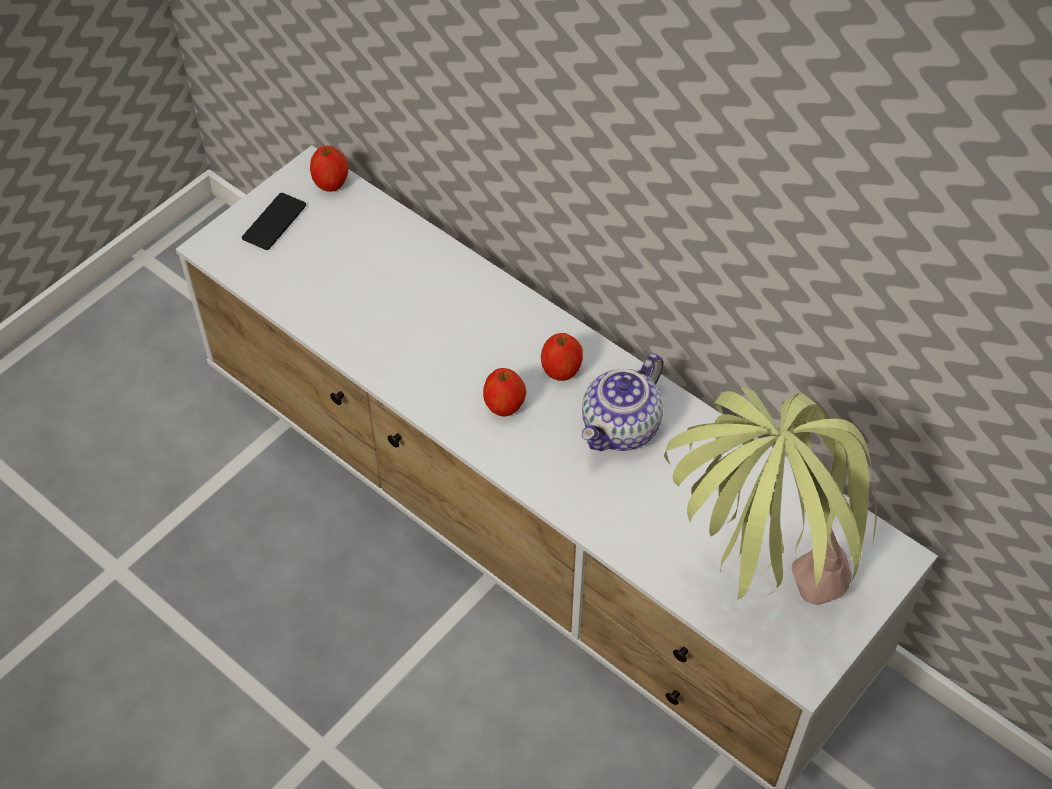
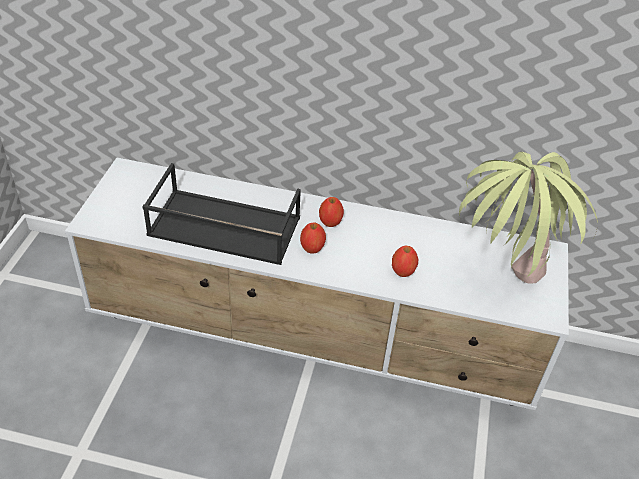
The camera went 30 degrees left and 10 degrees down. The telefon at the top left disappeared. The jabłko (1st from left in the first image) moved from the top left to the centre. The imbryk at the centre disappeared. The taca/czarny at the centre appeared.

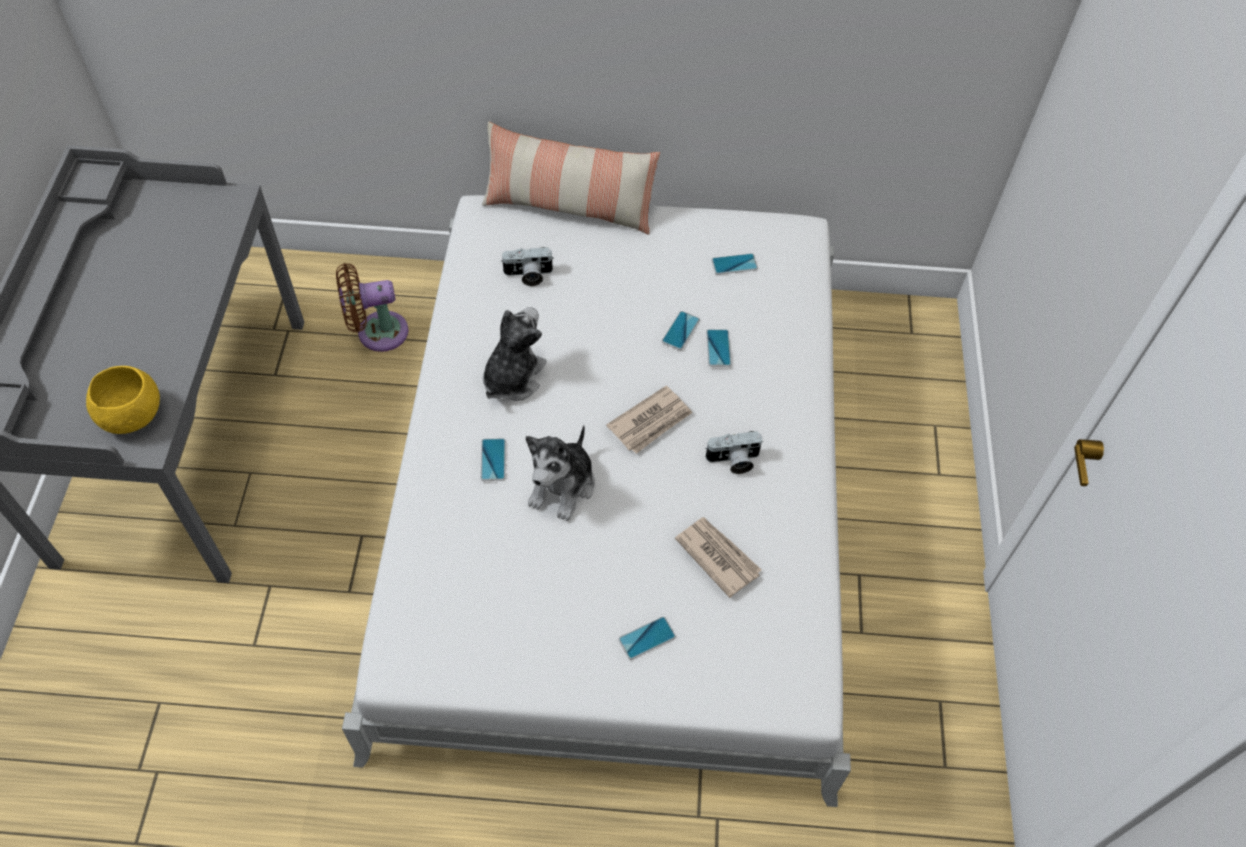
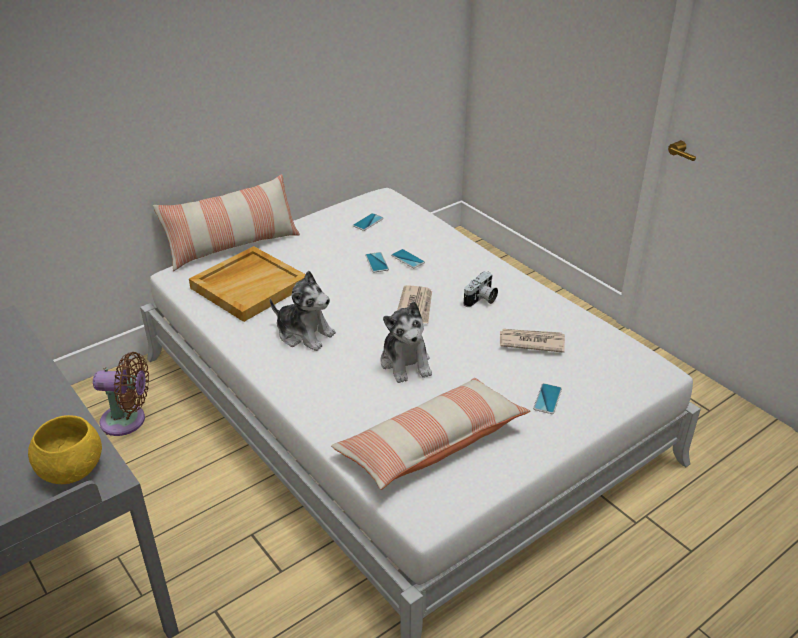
The camera went 40 degrees left and 20 degrees down. The wentylator/brązowy at the middle left turned 120 degrees counterclockwise. The telefon (1st from left) at the centre disappeared. The pluszak (1st from left) at the centre turned 135 degrees clockwise. The aparat fotograficzny (1st from left) at the top centre was replaced by the taca/beżowy at the middle left. The poduszka (2nd from left) at the bottom centre appeared.

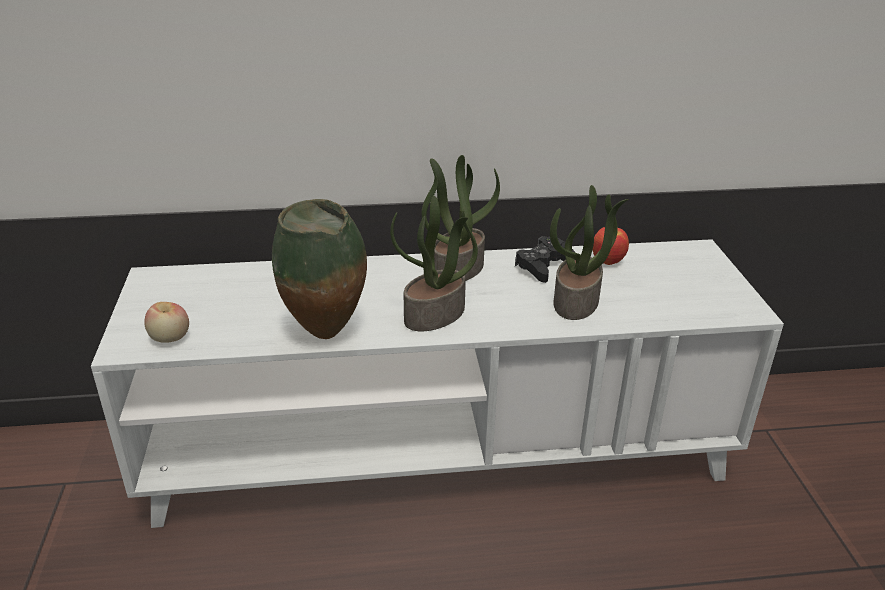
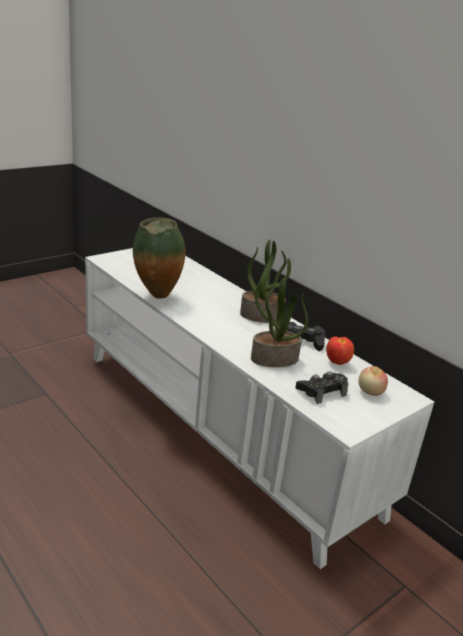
The camera went 55 degrees right and 5 degrees down. The jabłko (1st from left in the first image) moved from the middle left to the middle right. The roślina doniczkowa (1st from left) at the centre disappeared. The pad do gier/czarny (2nd from left) at the middle right appeared.

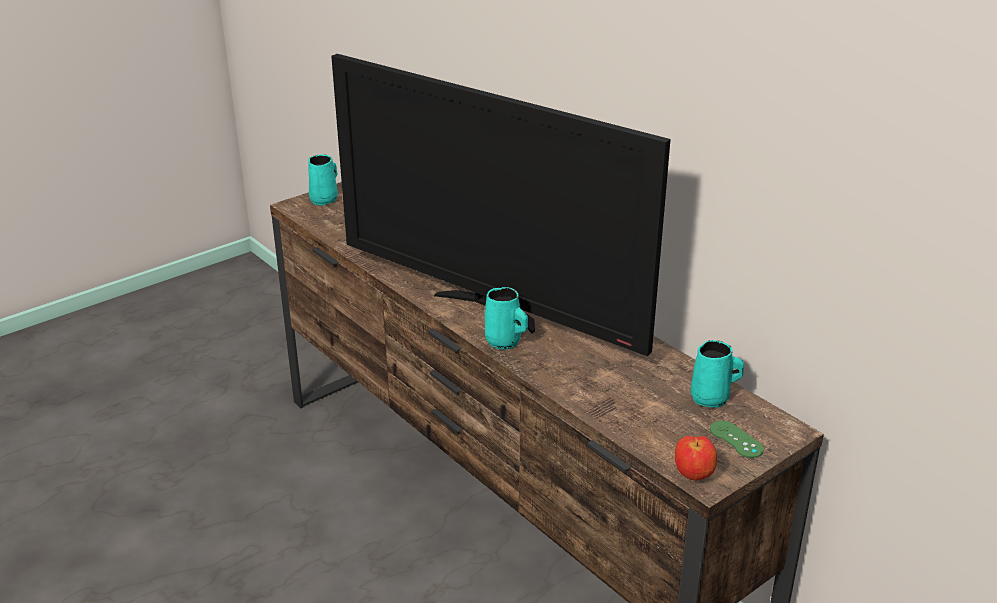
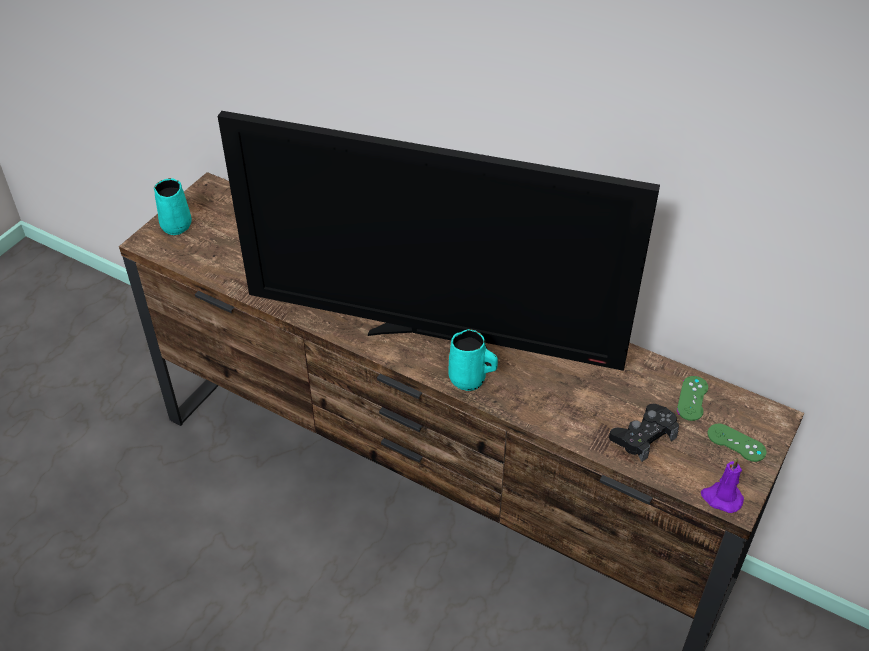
The camera went 20 degrees left and 15 degrees up. The jabłko at the bottom right was replaced by the świeca/fioletowy at the bottom right. The kubek/turkusowy (3rd from left) at the middle right was replaced by the pad do gier/zielony (1st from left) at the middle right. The pad do gier/czarny at the middle right appeared.

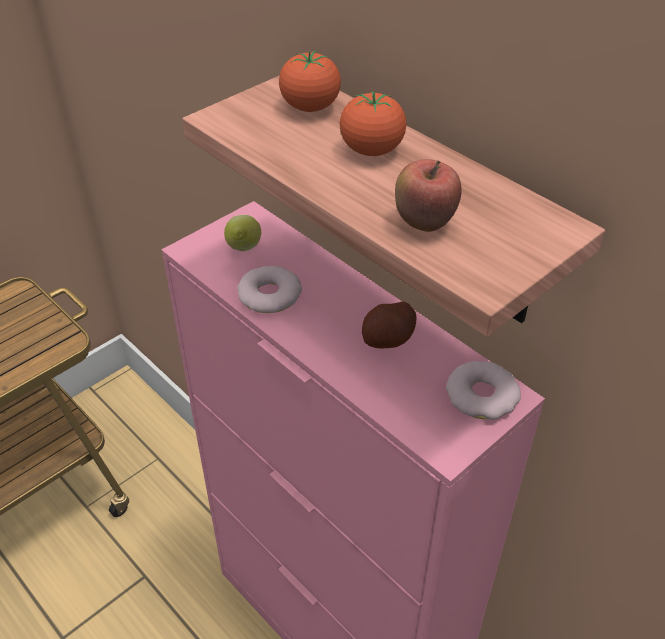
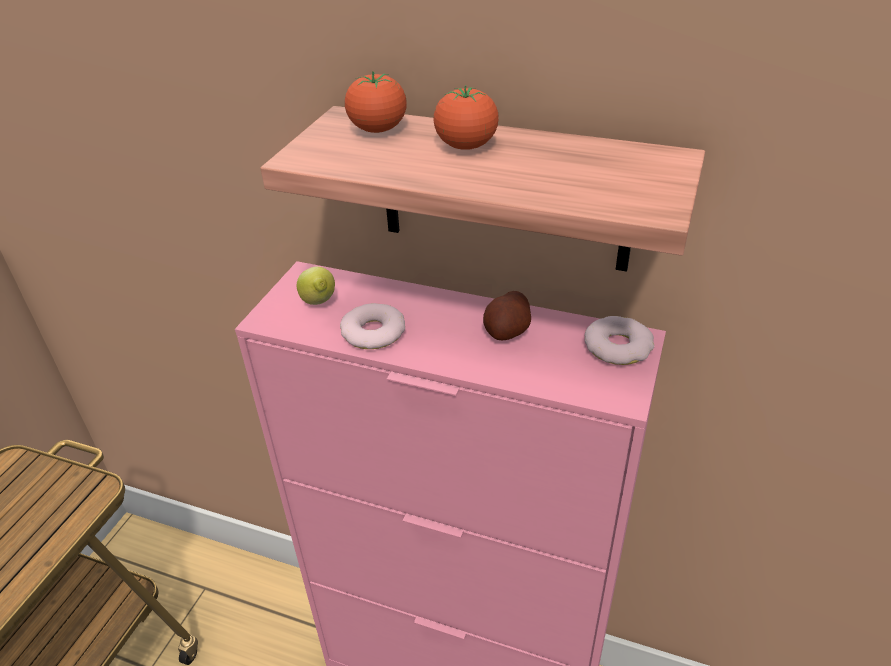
The camera went 25 degrees left and 5 degrees down. The jabłko at the top centre disappeared.

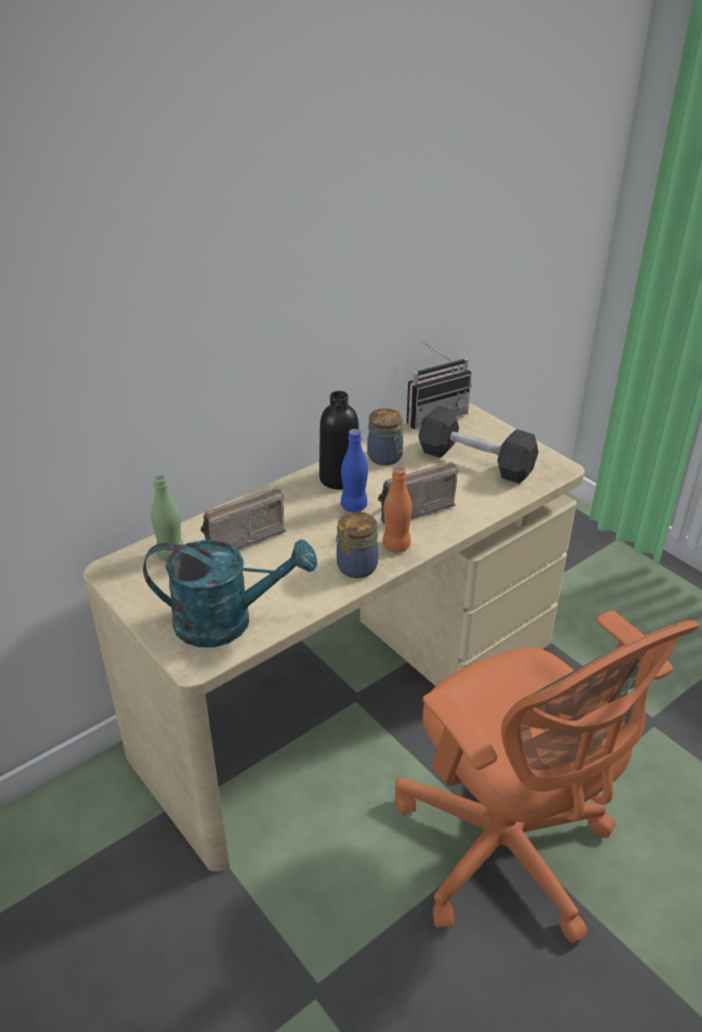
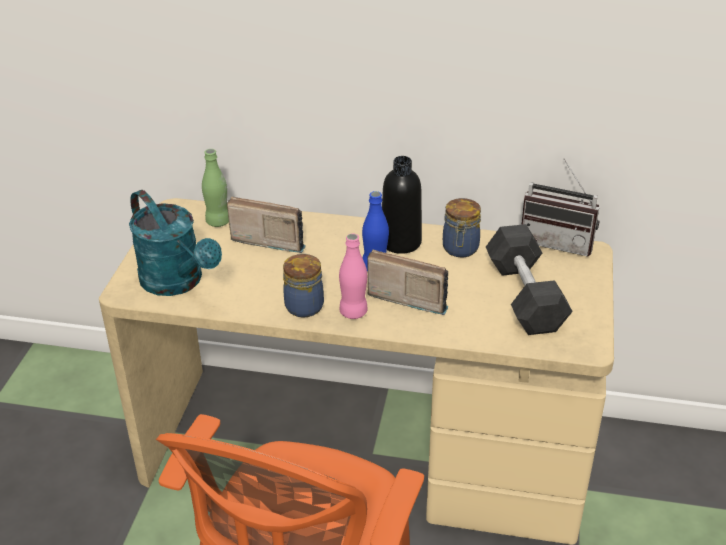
The camera went 50 degrees right and 0 degrees up. The butelka/pomarańczowy at the centre became the butelka/różowy at the centre.

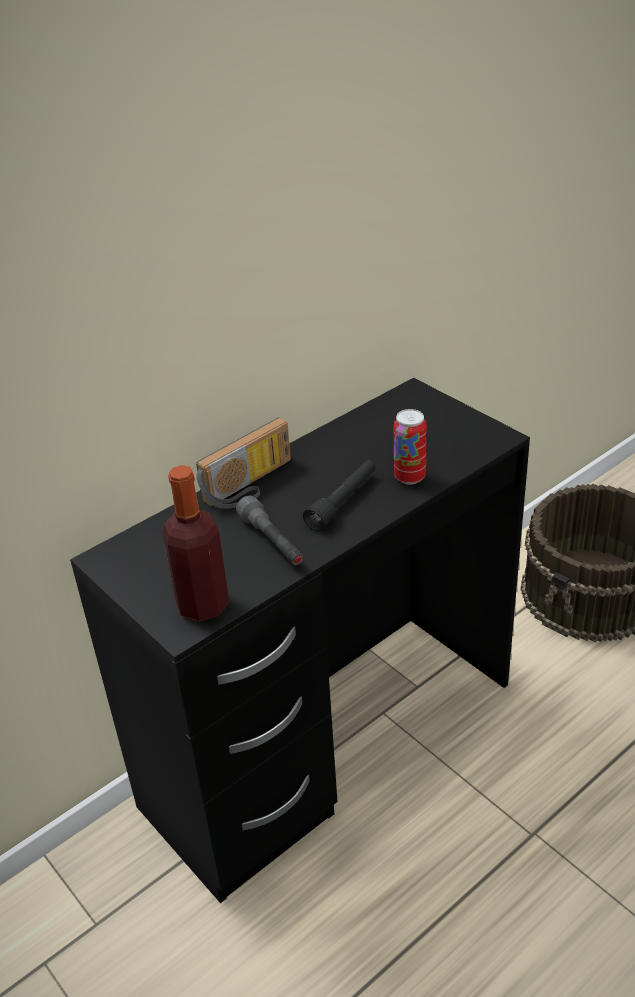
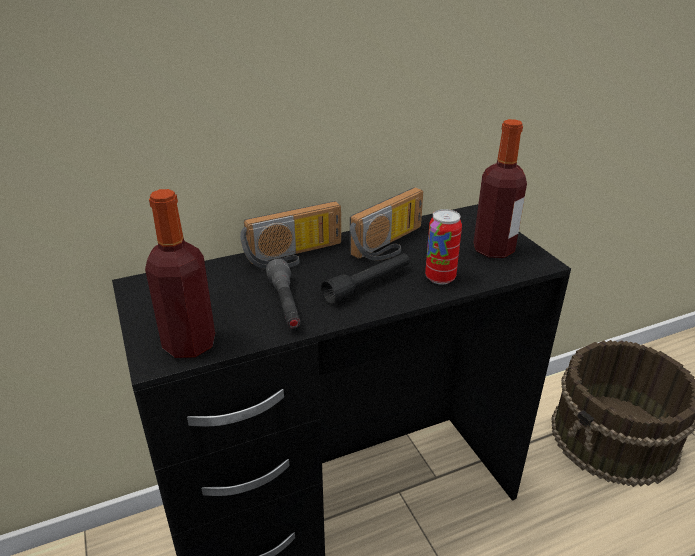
The camera went 15 degrees right and 5 degrees down. The radio (2nd from left) at the centre appeared. The butelka (2nd from left) at the middle right appeared.

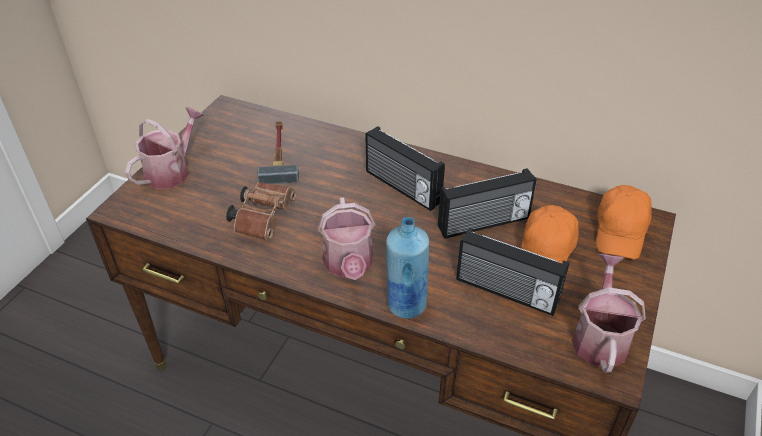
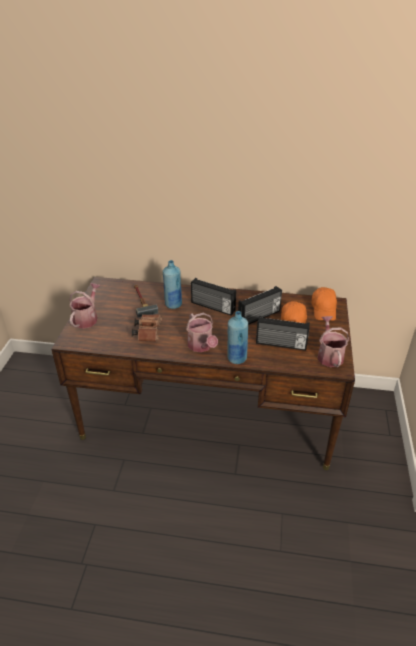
The camera went 15 degrees left and 5 degrees down. The butelka/niebieski (1st from left) at the centre appeared.

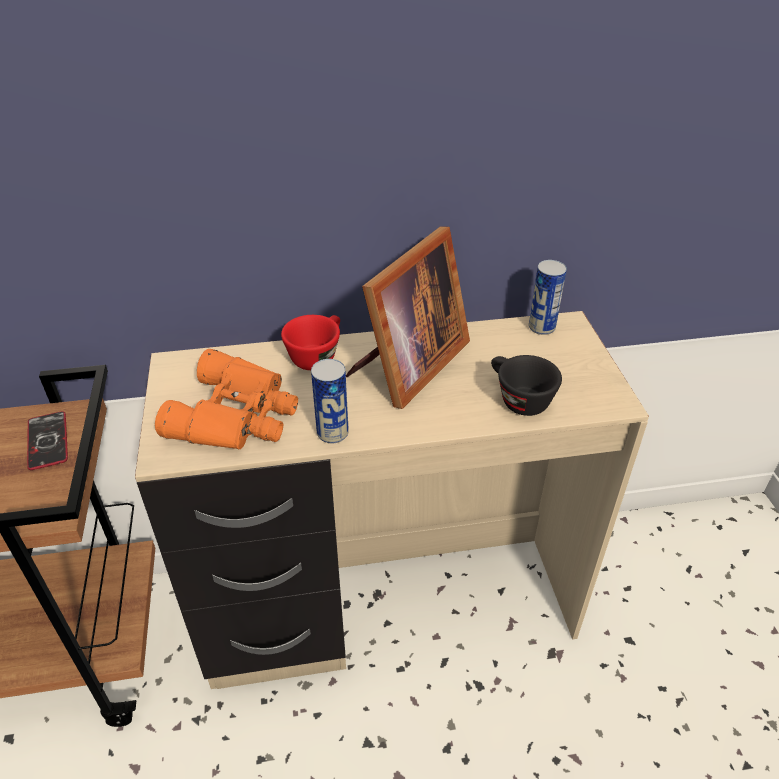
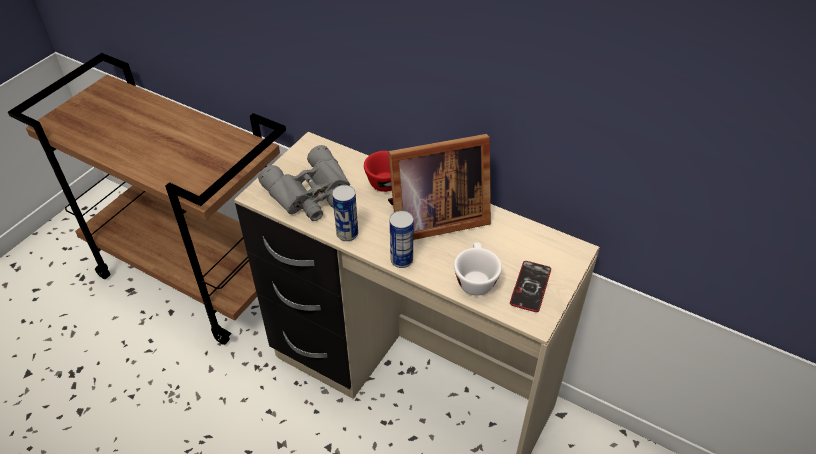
The camera went 40 degrees right and 5 degrees up. The telefon moved from the middle left to the centre. The lornetka/pomarańczowy at the middle left became the lornetka/szary at the centre. The filiżanka/czarny at the middle right became the filiżanka/biały at the centre. The puszka (2nd from left) moved from the middle right to the centre.

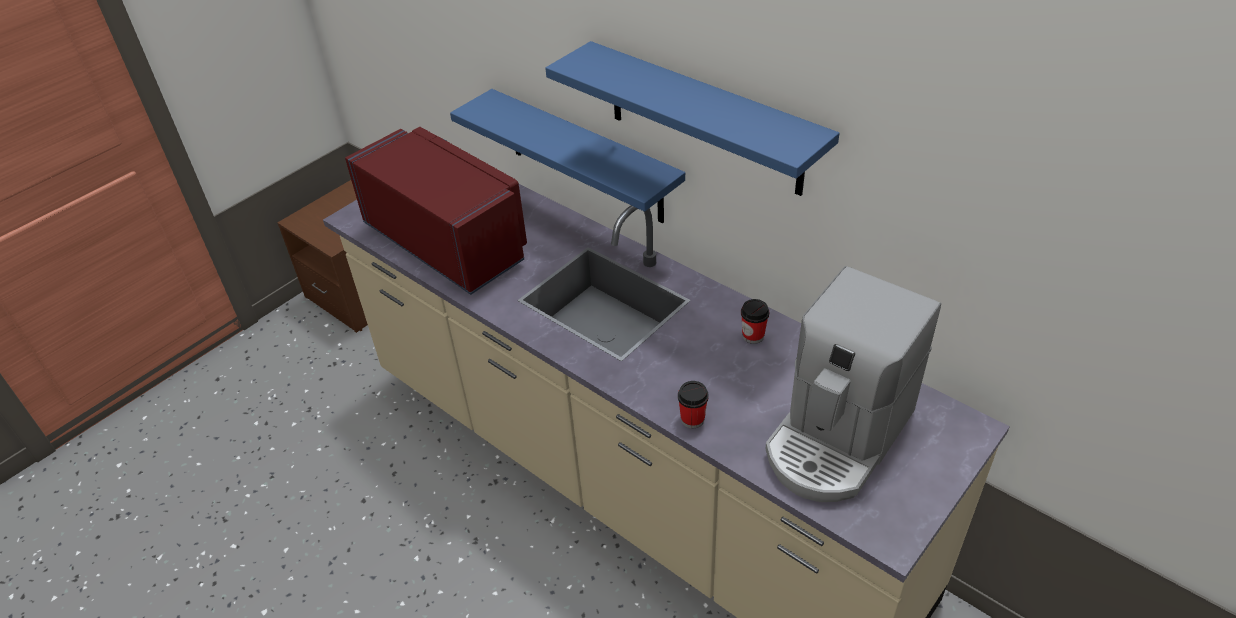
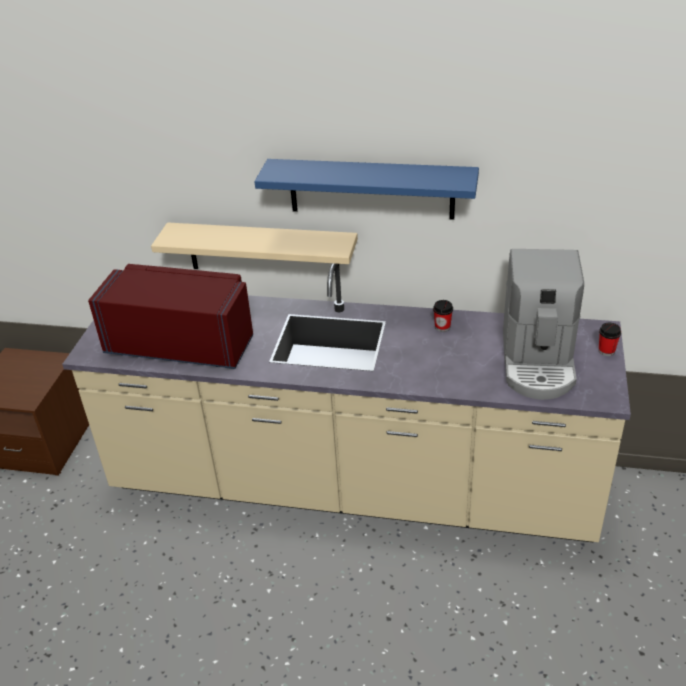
The camera went 30 degrees left and 5 degrees down. The półka/niebieski (1st from left) at the top centre became the półka/beżowy at the centre. The filiżanka (1st from left in the first image) moved from the centre to the middle right.

